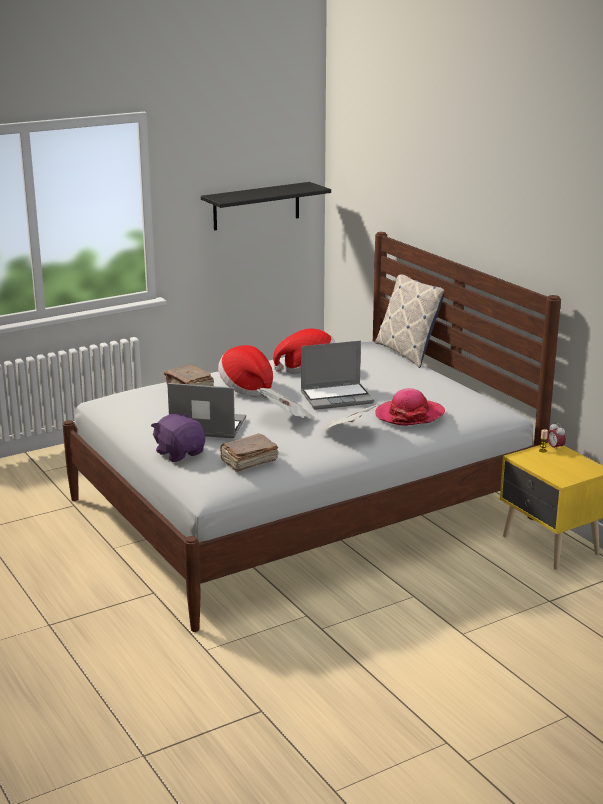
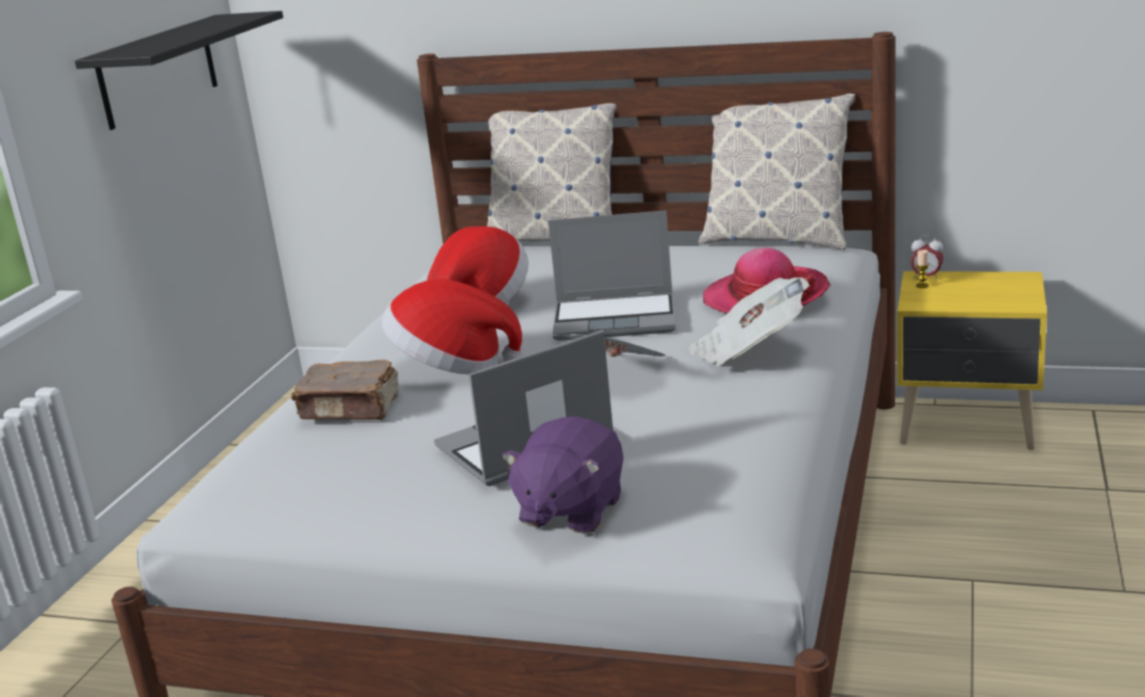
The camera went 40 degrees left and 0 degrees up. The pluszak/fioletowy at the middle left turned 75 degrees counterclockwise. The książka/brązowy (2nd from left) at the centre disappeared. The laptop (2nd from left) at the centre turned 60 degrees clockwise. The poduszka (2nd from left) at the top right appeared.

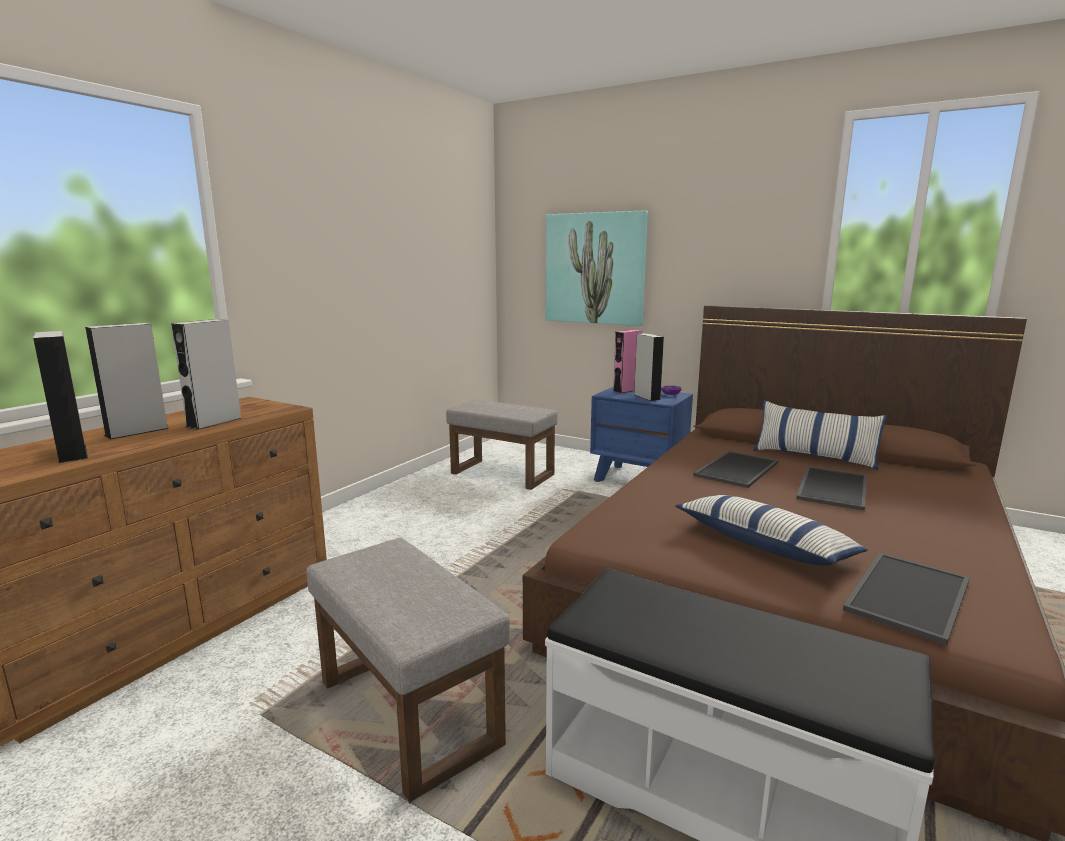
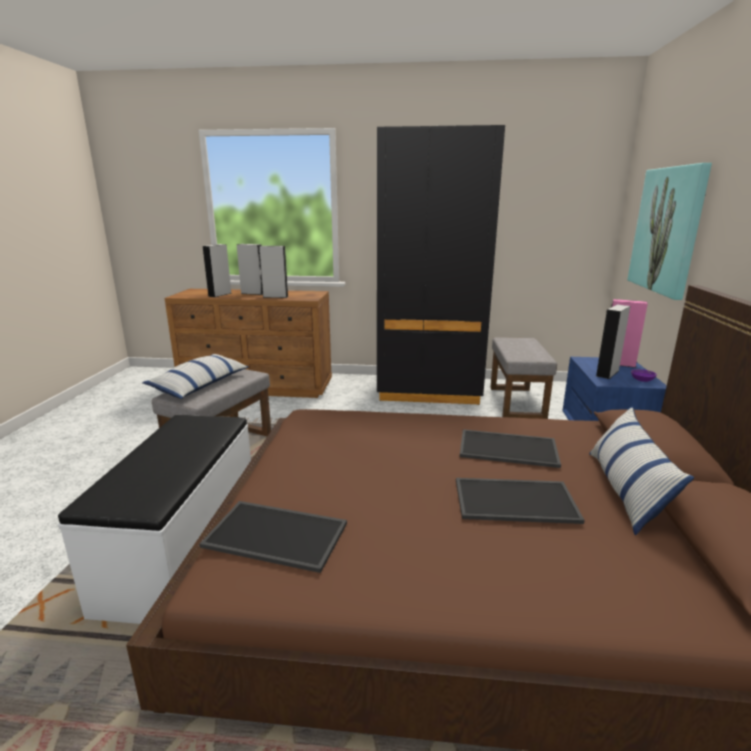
The camera went 65 degrees right and 5 degrees up. The poduszka (1st from left) moved from the middle right to the middle left. The szafa/czarny at the centre appeared.

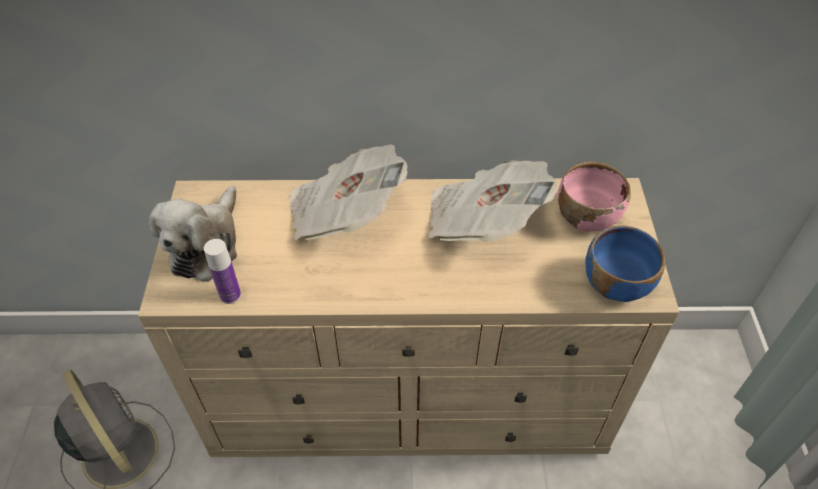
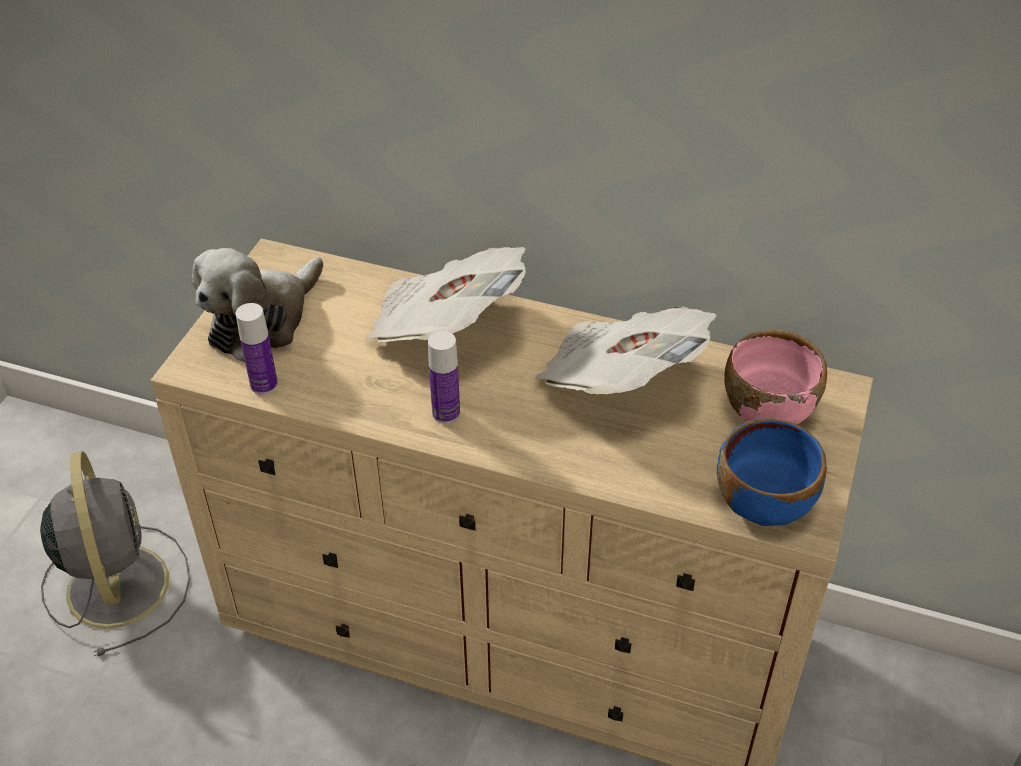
The camera went 20 degrees right and 5 degrees down. The butelka (2nd from left) at the centre appeared.

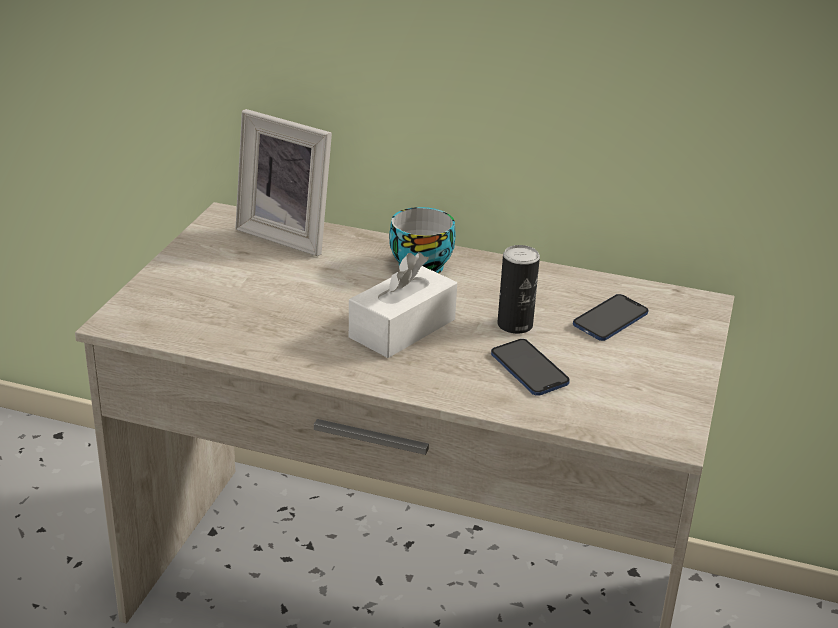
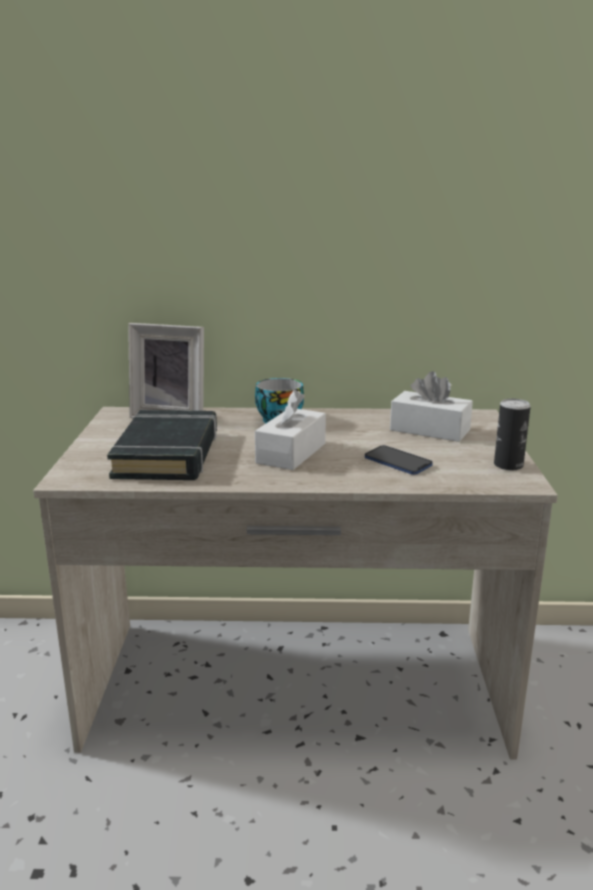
The camera went 15 degrees left and 10 degrees down. The puszka moved from the centre to the middle right. The telefon (2nd from left) at the middle right was replaced by the pudełko chusteczek/biały (2nd from left) at the middle right. The książka/czarny at the middle left appeared.

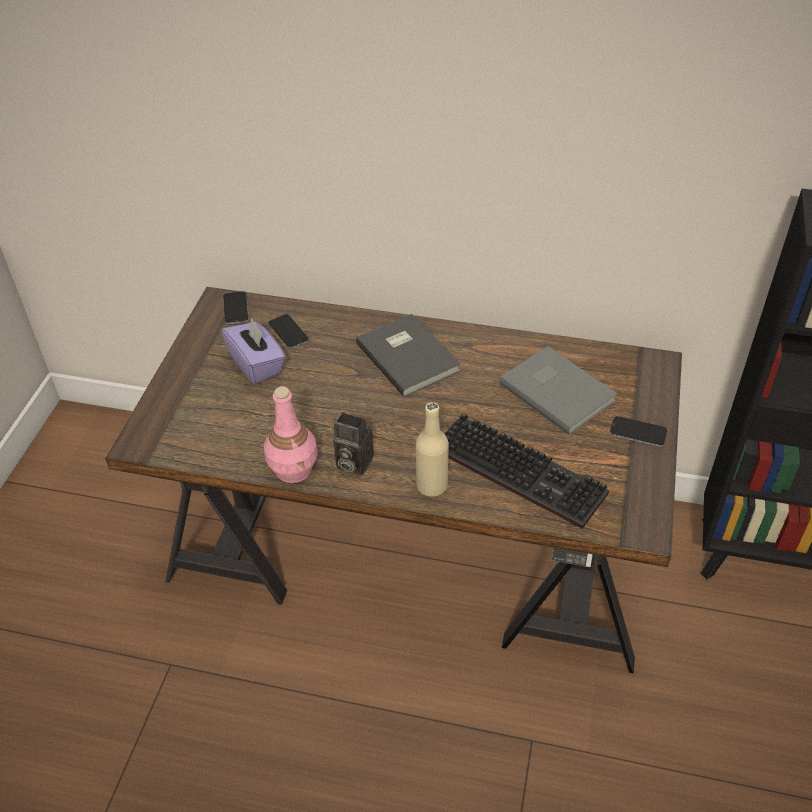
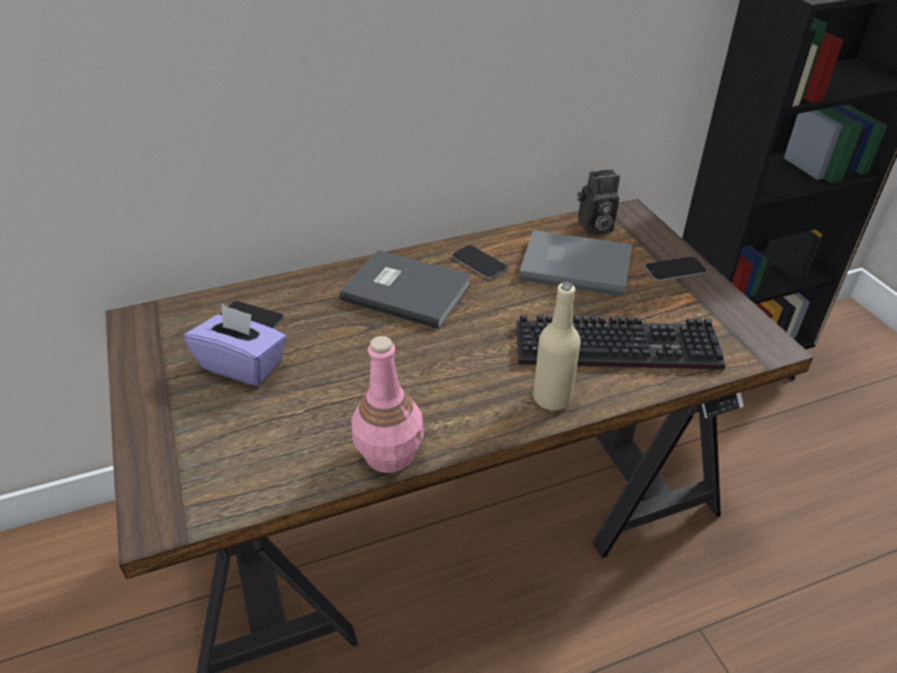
The camera went 35 degrees left and 5 degrees down. The telefon (1st from left in the first image) moved from the middle left to the centre. The aparat fotograficzny moved from the centre to the top right.

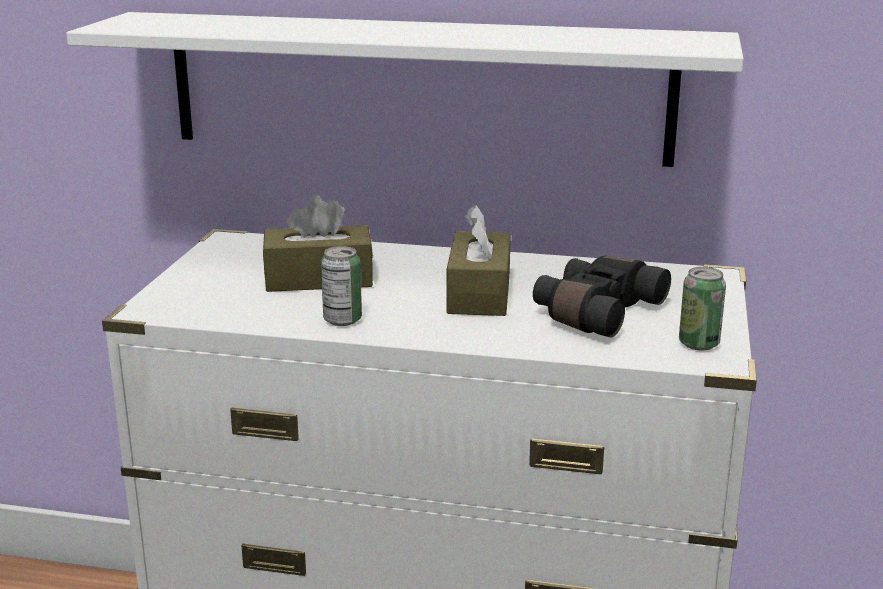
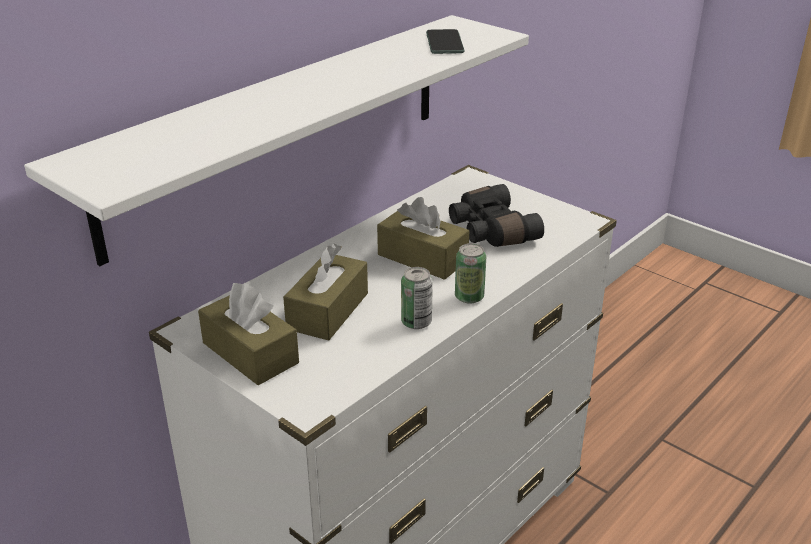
The camera went 60 degrees left and 10 degrees up. The puszka (2nd from left) moved from the middle right to the centre. The pudełko chusteczek/brązowy (1st from left) at the middle left appeared. The telefon at the top centre appeared.

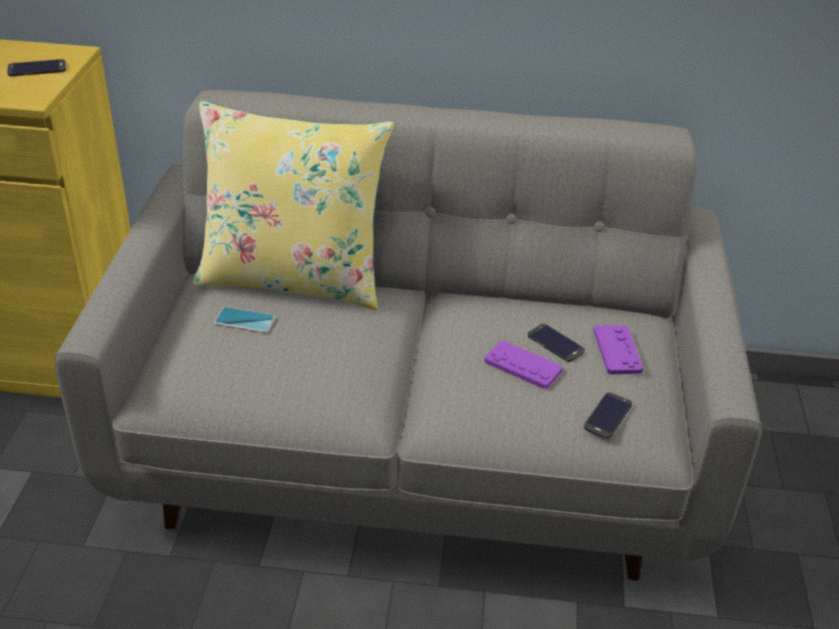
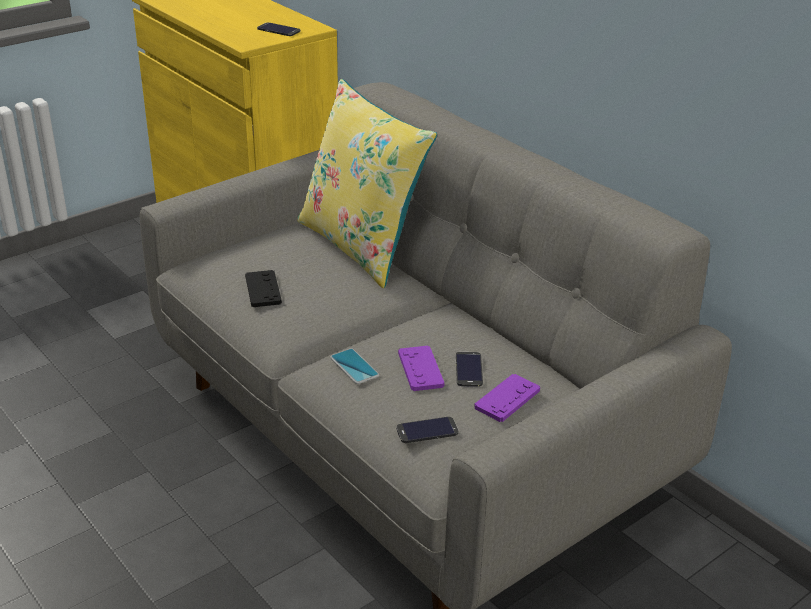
The camera went 45 degrees right and 5 degrees down. The telefon (2nd from left) moved from the middle left to the centre. The pad do gier/czarny at the middle left appeared.

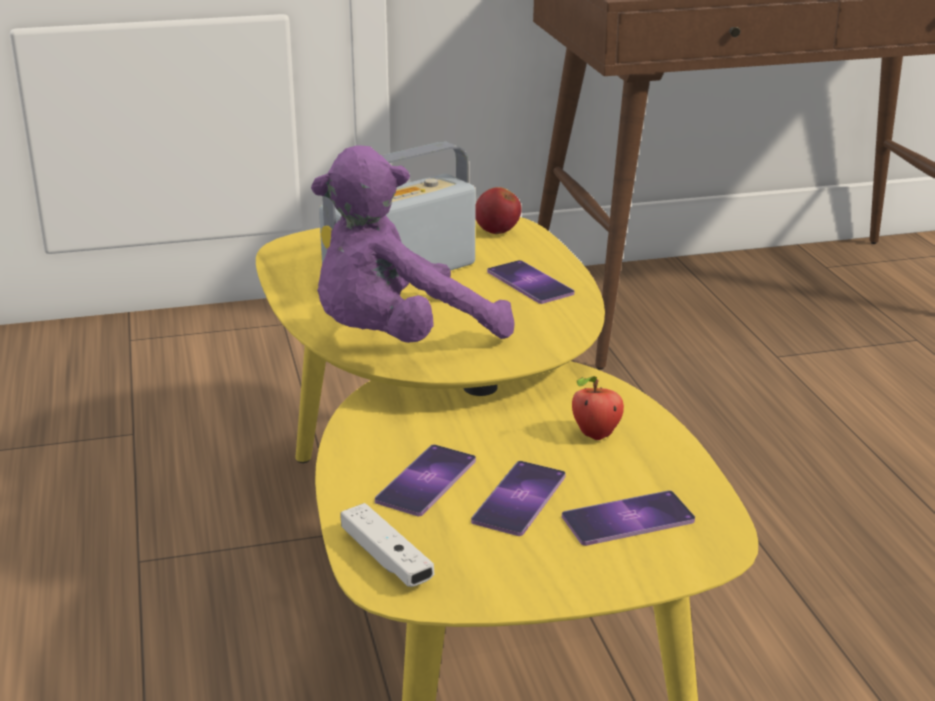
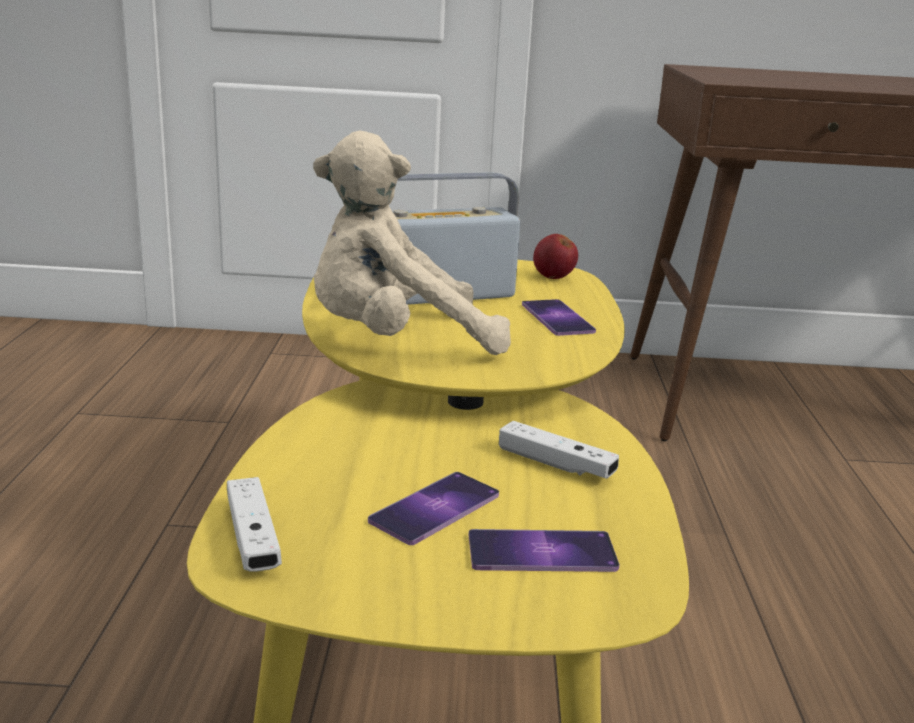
The camera went 15 degrees right and 5 degrees down. The pluszak/fioletowy at the centre became the pluszak/beżowy at the centre. The telefon (1st from left) at the bottom centre disappeared. The jabłko (2nd from left) at the centre was replaced by the pad do gier/biały (2nd from left) at the centre.

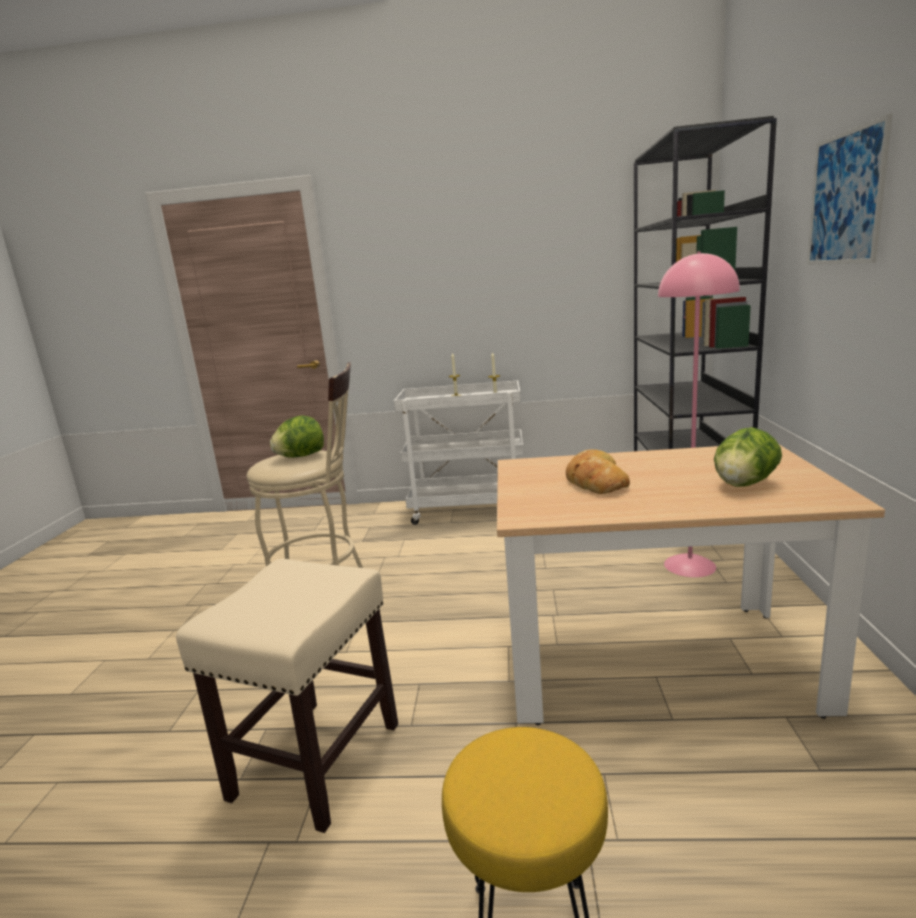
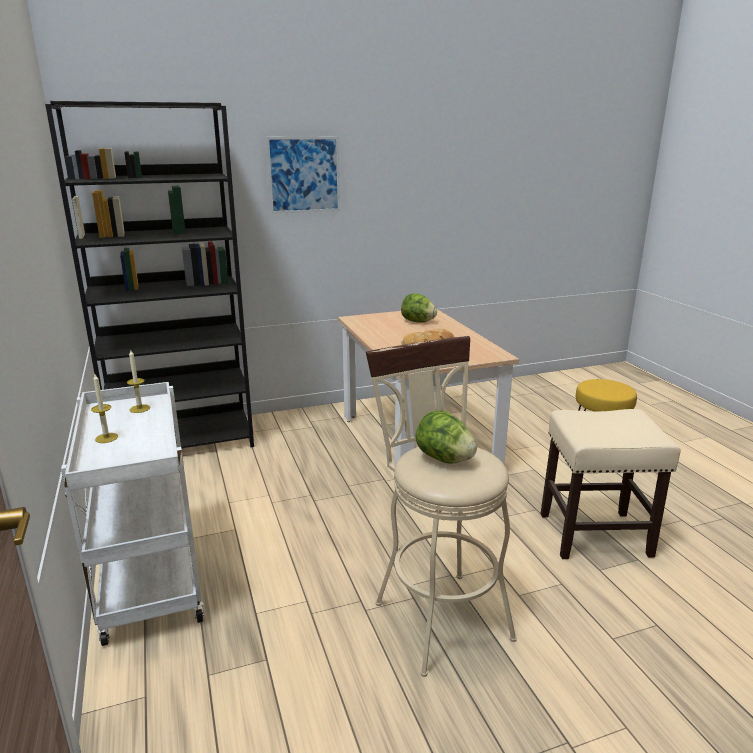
The camera went 115 degrees left and 5 degrees up. The lampa stojąca/różowy at the middle right disappeared.

